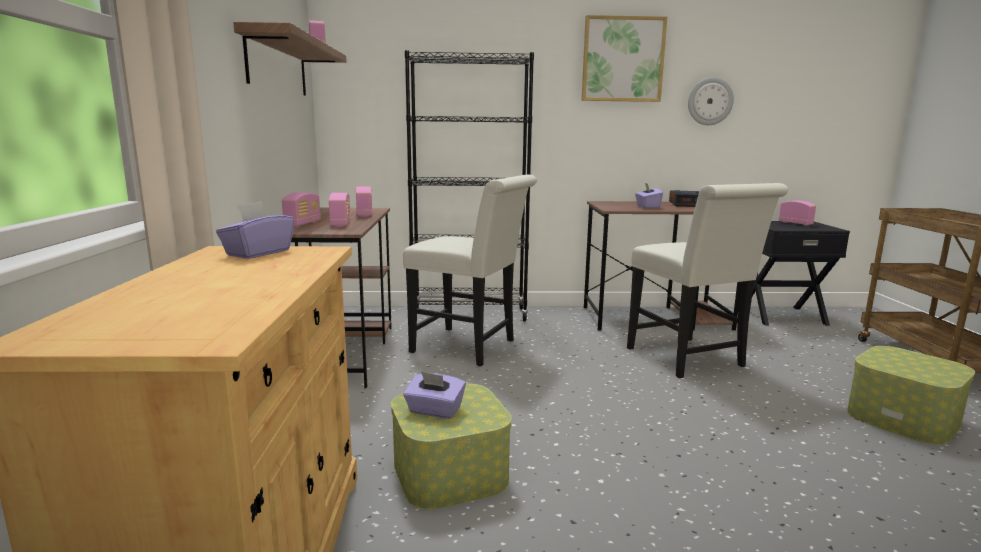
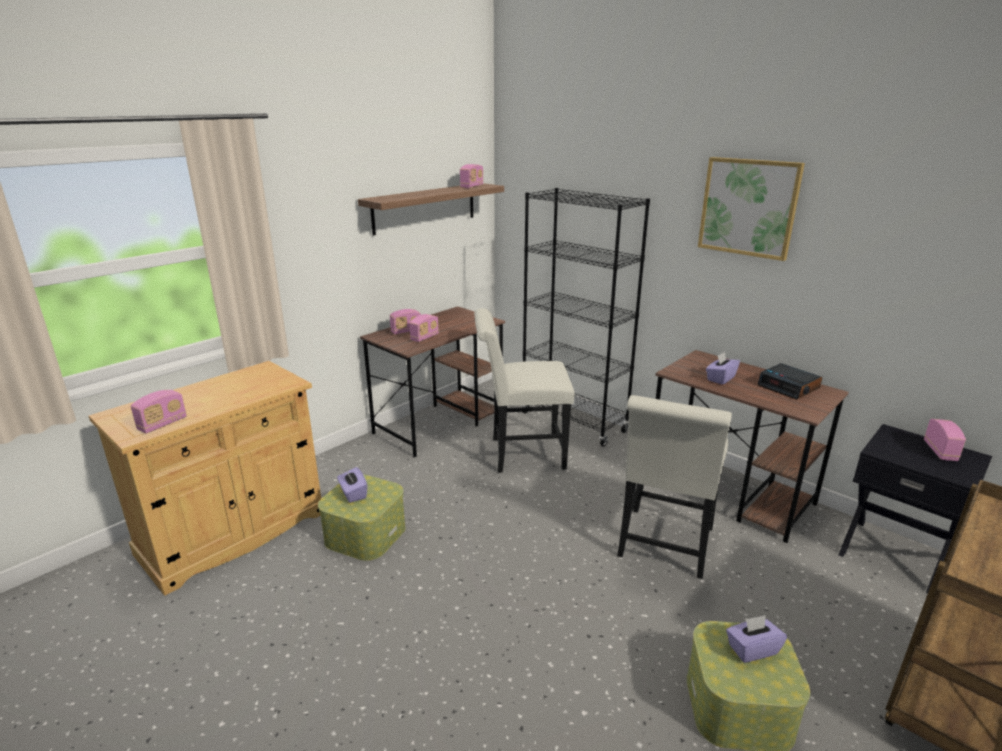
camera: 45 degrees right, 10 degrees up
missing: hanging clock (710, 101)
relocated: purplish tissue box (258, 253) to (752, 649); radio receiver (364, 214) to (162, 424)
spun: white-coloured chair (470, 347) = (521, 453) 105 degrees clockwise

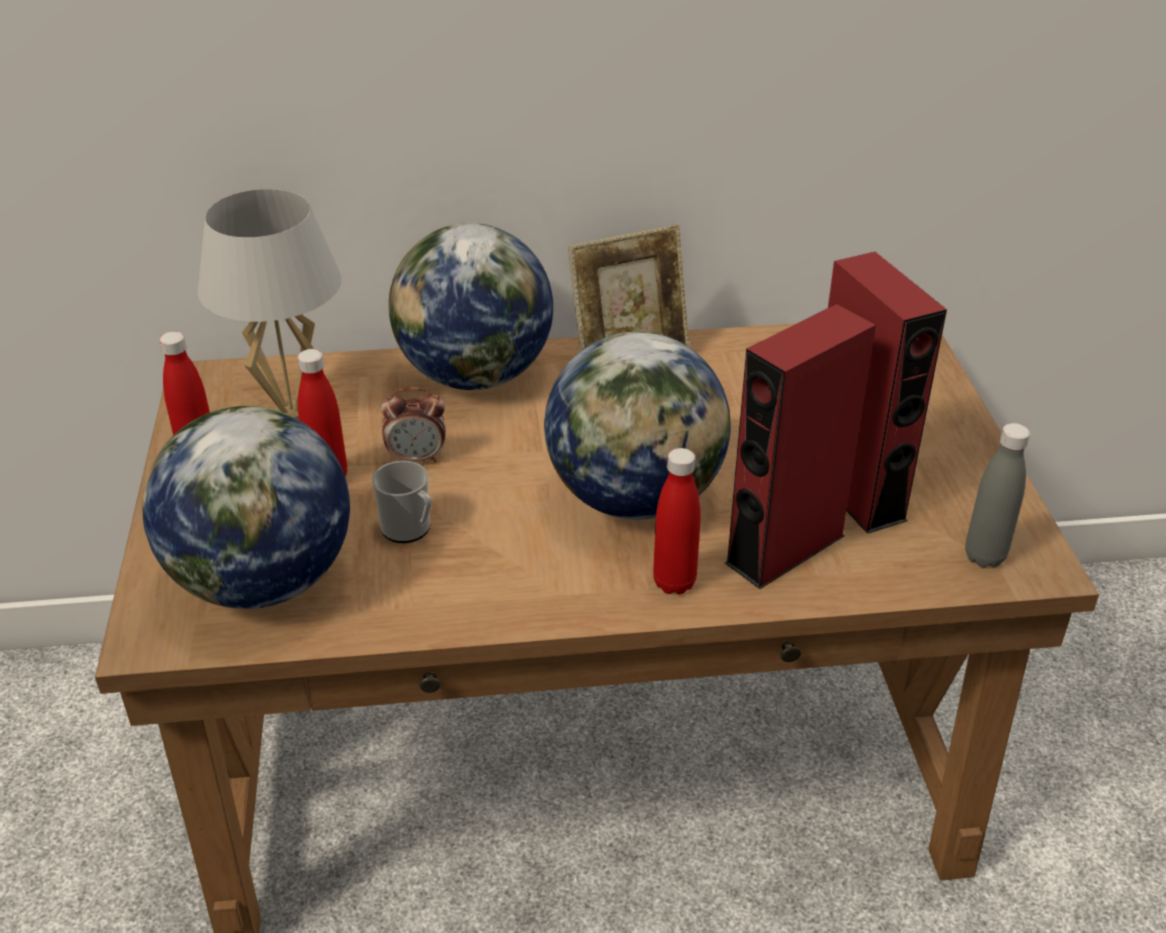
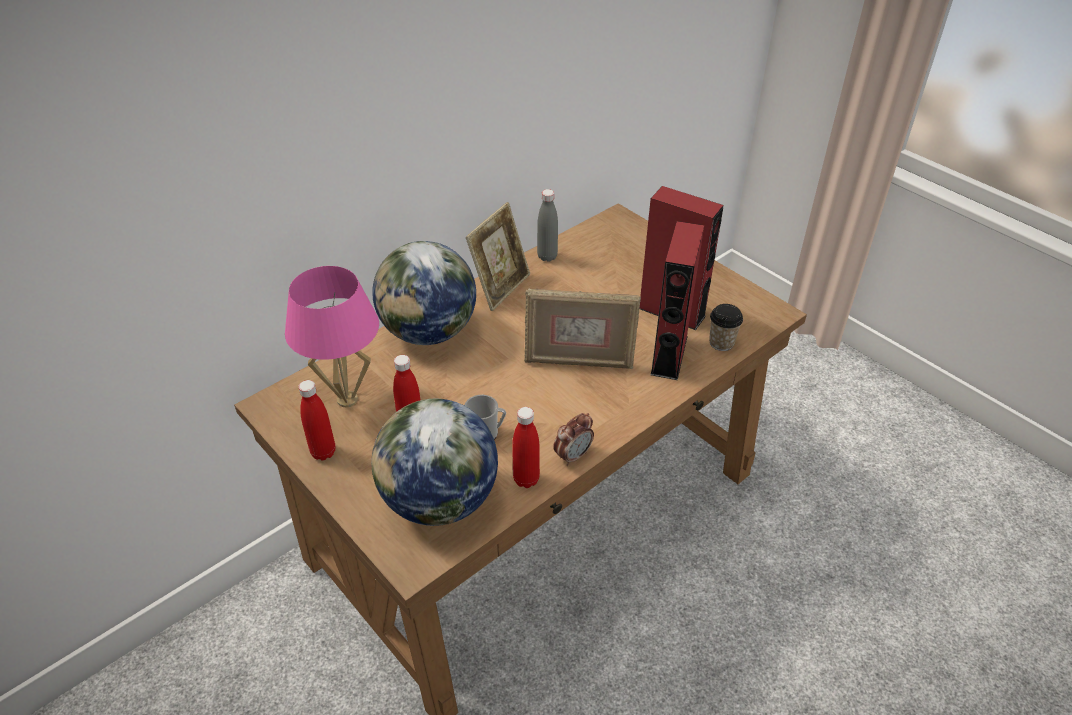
camera: 35 degrees left, 5 degrees up
appeared: drinking cup (721, 343)
relocated: bedside clock (417, 458) to (573, 456); red-coloured beverage bottle (674, 582) to (526, 479); gray beverage bottle (984, 556) to (547, 256)
exchanged: world globe (635, 498) to photo frame (578, 361)
colour: white-coloured lamp for a table (292, 411) to pinkish lamp for a table (347, 399)

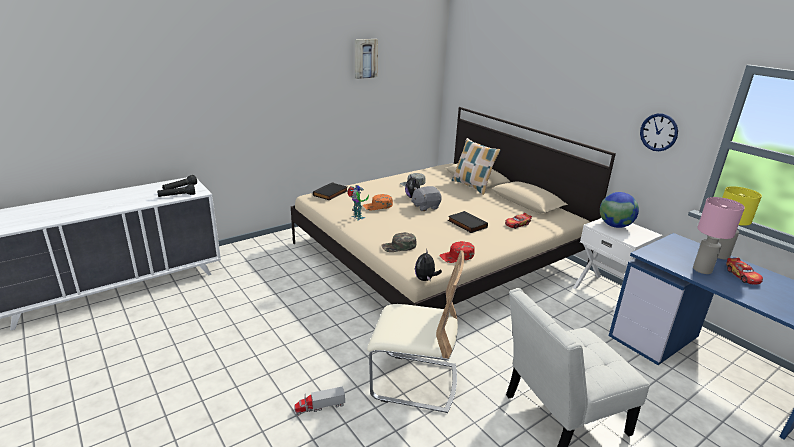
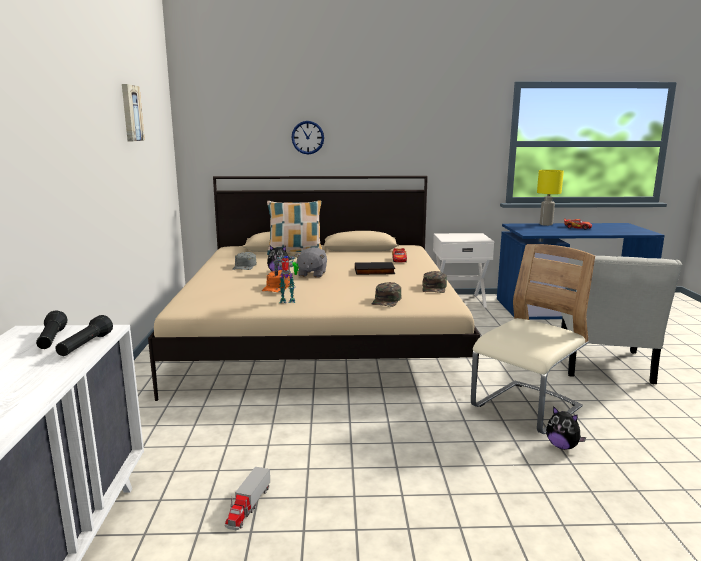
camera: 55 degrees left, 10 degrees down
missing: blackish book (331, 193); world globe (614, 226); pinkish lamp for a table (702, 270)
relocated: toy truck (319, 406) to (248, 506); plush toy (425, 279) to (562, 446); hanging clock (658, 132) to (307, 137)
colour: red-coloured cap (457, 256) to green cap (434, 288)

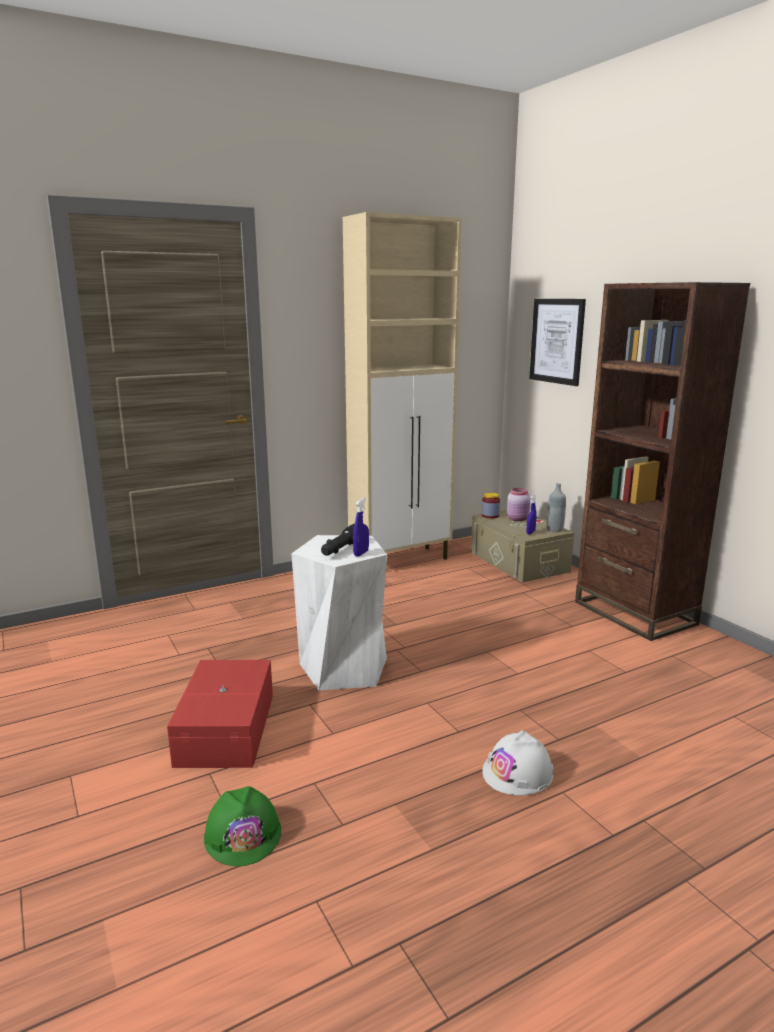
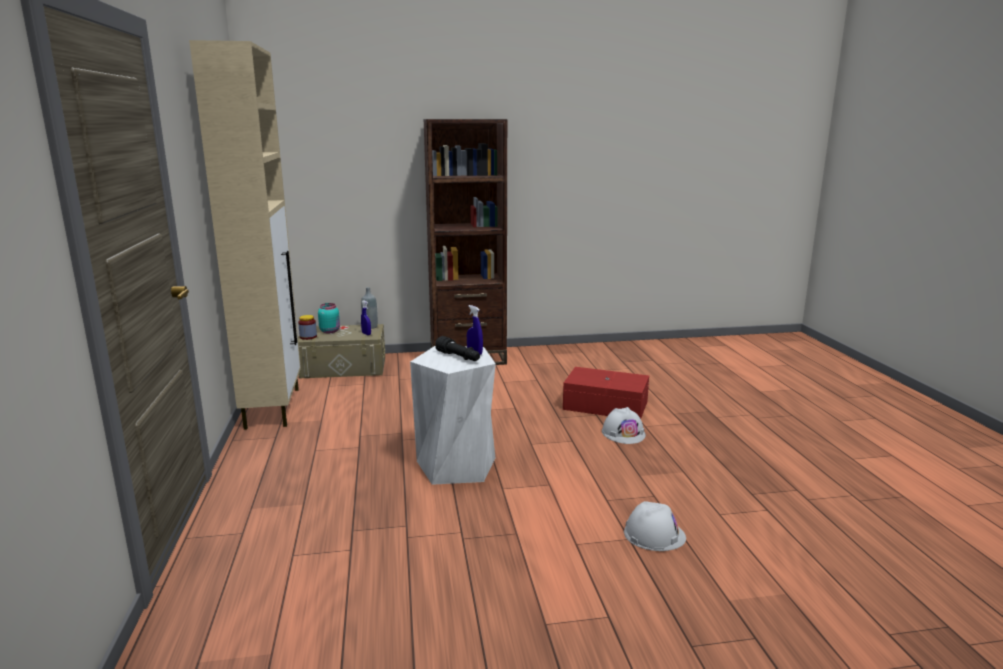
camera: 70 degrees left, 0 degrees up
missing: picture (557, 341)
relocated: red-coloured storage box (228, 728) to (605, 405)
colour: green hard hat (243, 834) to white-coloured hard hat (654, 534); pinkish storage jar (518, 519) to turquoise storage jar (330, 331)

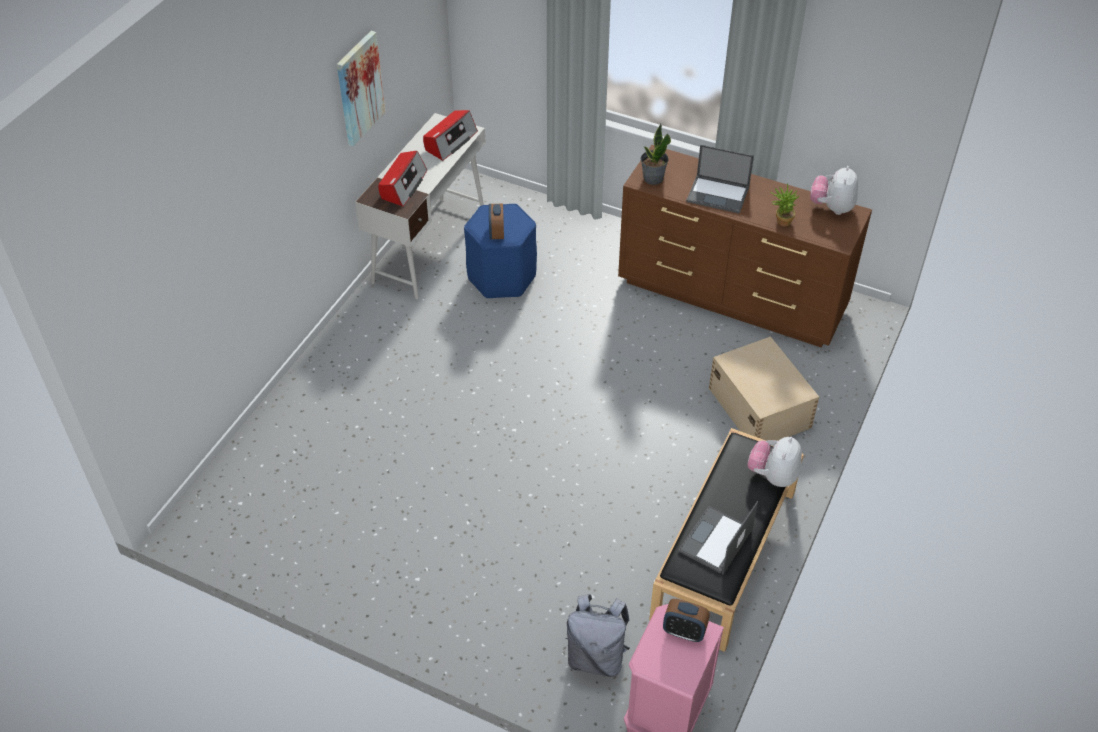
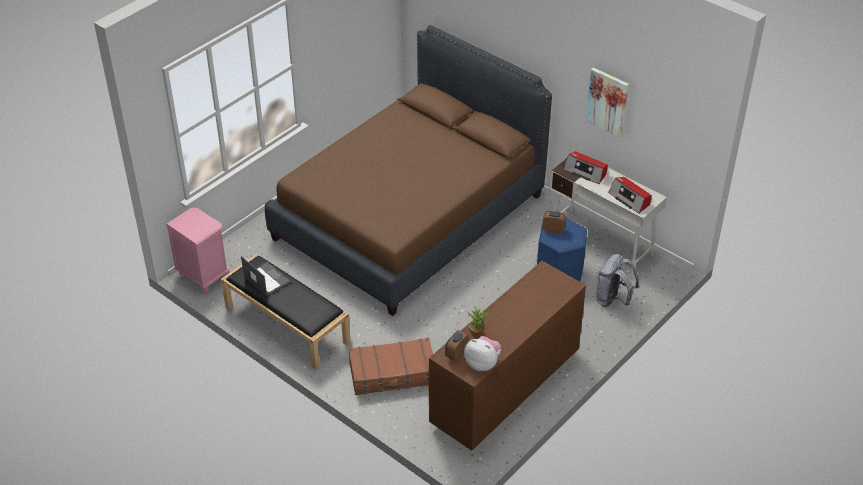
camera: 105 degrees right, 5 degrees down
missing: plant in a pot (653, 178); notebook computer (718, 194); plush toy (773, 476)
appeared: brown-coloured bed (409, 217)
relocated: gray rucksack (596, 657) to (613, 300); bedside clock (684, 631) to (456, 354)
exchanged: beige-coloured storage box (759, 406) to brown-coloured piece of luggage (393, 374)

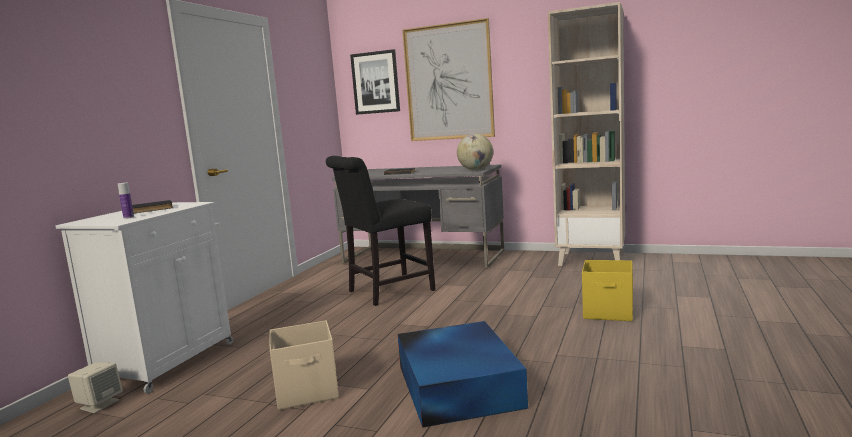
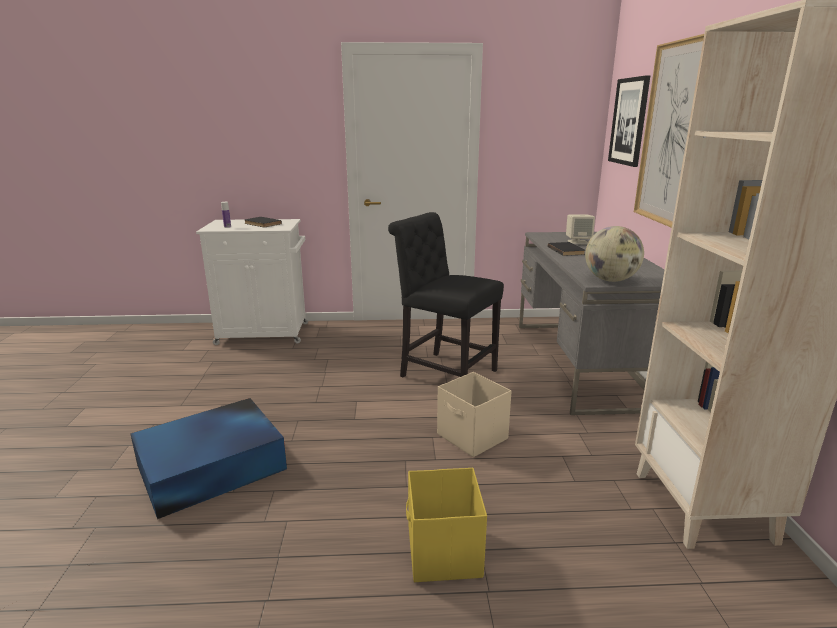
camera: 65 degrees right, 10 degrees up
relocated: beige-coloured audio speaker (99, 404) to (578, 242); beige-coloured storage box (308, 391) to (472, 437)

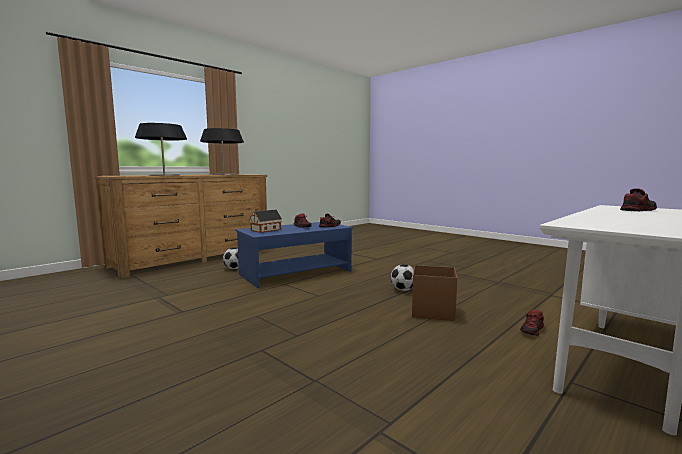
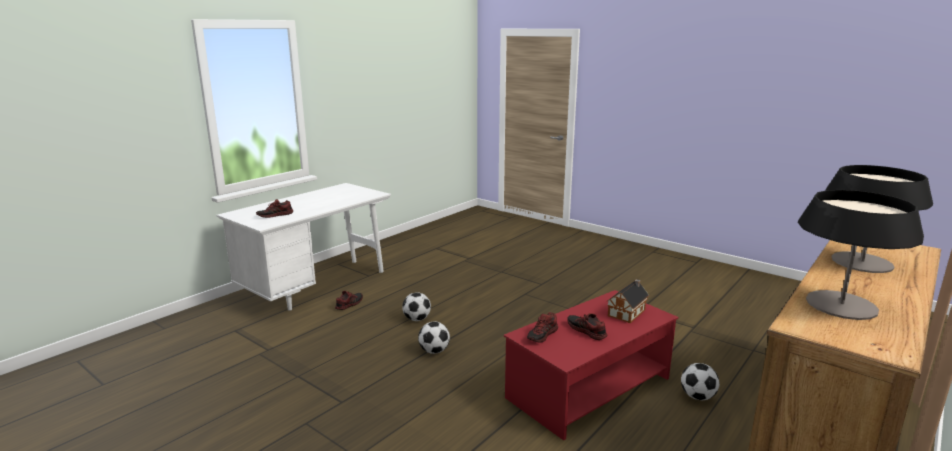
camera: 175 degrees right, 10 degrees up
exchanged: brown-coloured storage box (432, 312) to football ball (417, 319)
colour: blue-coloured low table (296, 272) to red-coloured low table (588, 388)

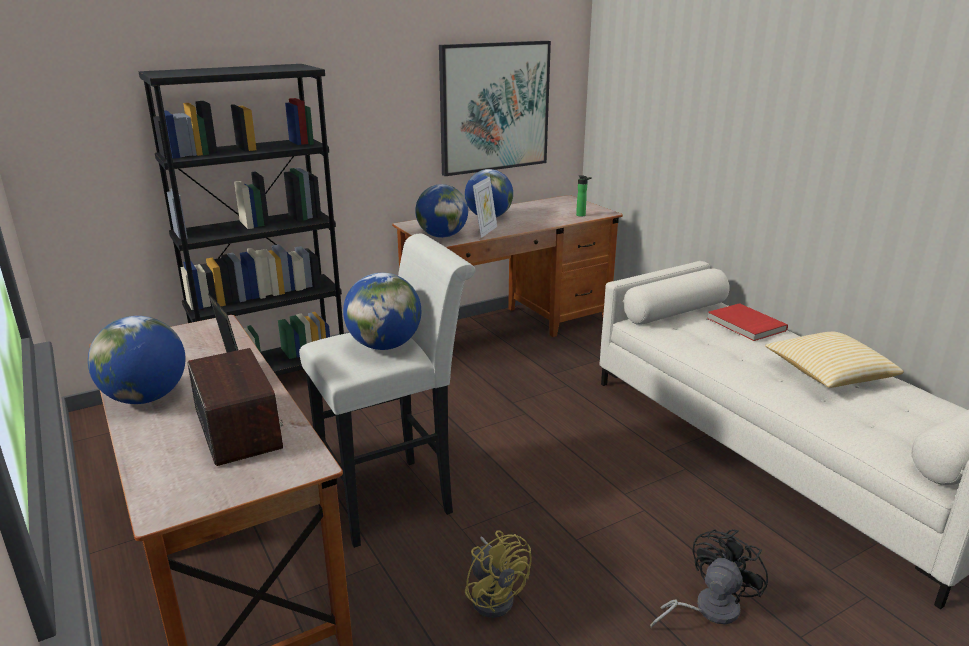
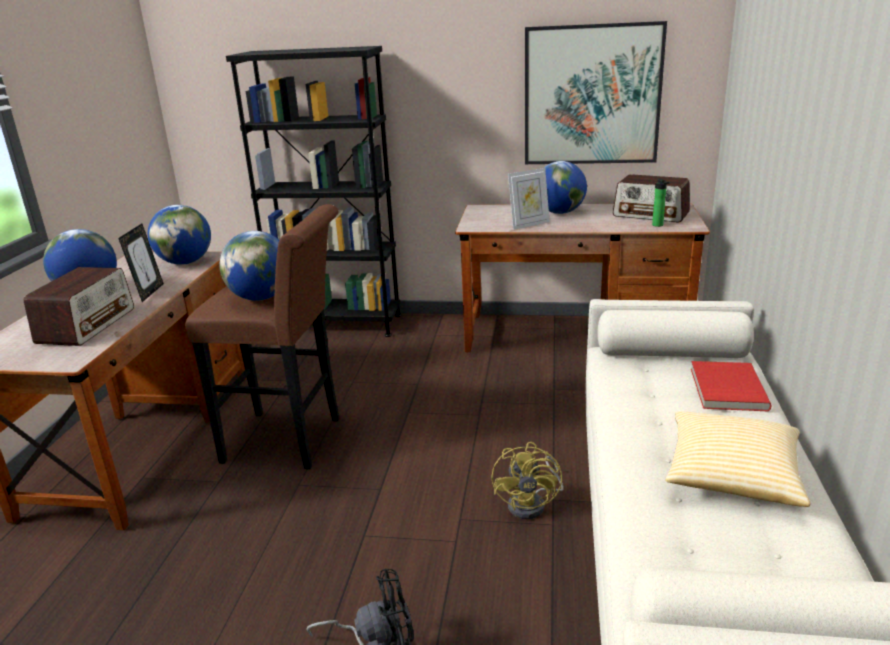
camera: 40 degrees right, 0 degrees up
appeared: radio receiver (651, 214)
relocated: world globe (442, 236) to (185, 262); yellowish electric fan (495, 595) to (532, 504)
colour: white-coloured stool seat (395, 497) to brown-coloured stool seat (291, 440)

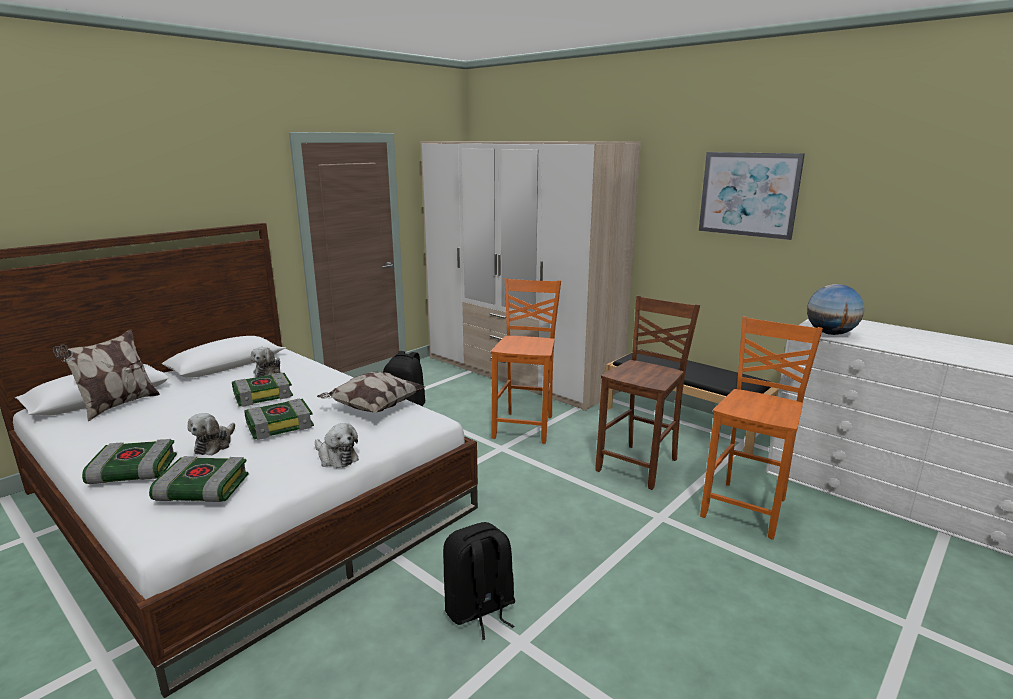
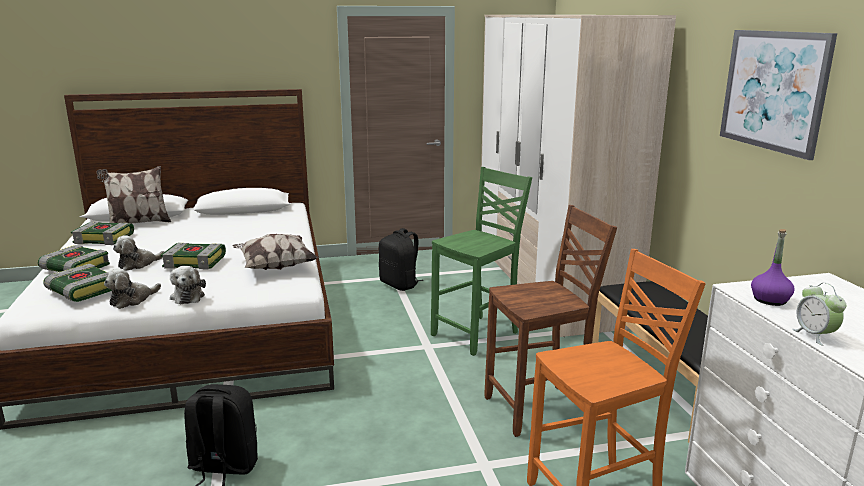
camera: 35 degrees right, 0 degrees up
appeared: bedside clock (814, 335)
relocated: book (263, 395) to (105, 239); plush toy (268, 372) to (132, 300)
exchanged: world globe (830, 333) to purplish beverage bottle (770, 300)
colour: orange-coloured chair (525, 427) to green chair (477, 334)

